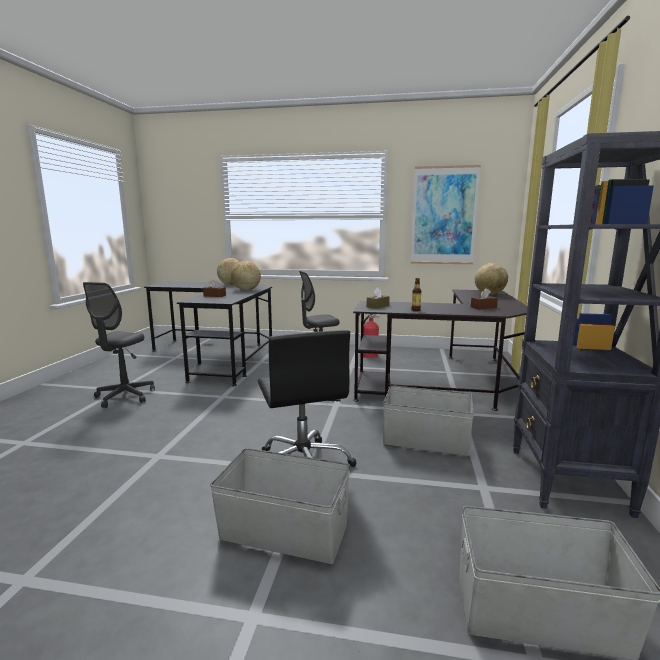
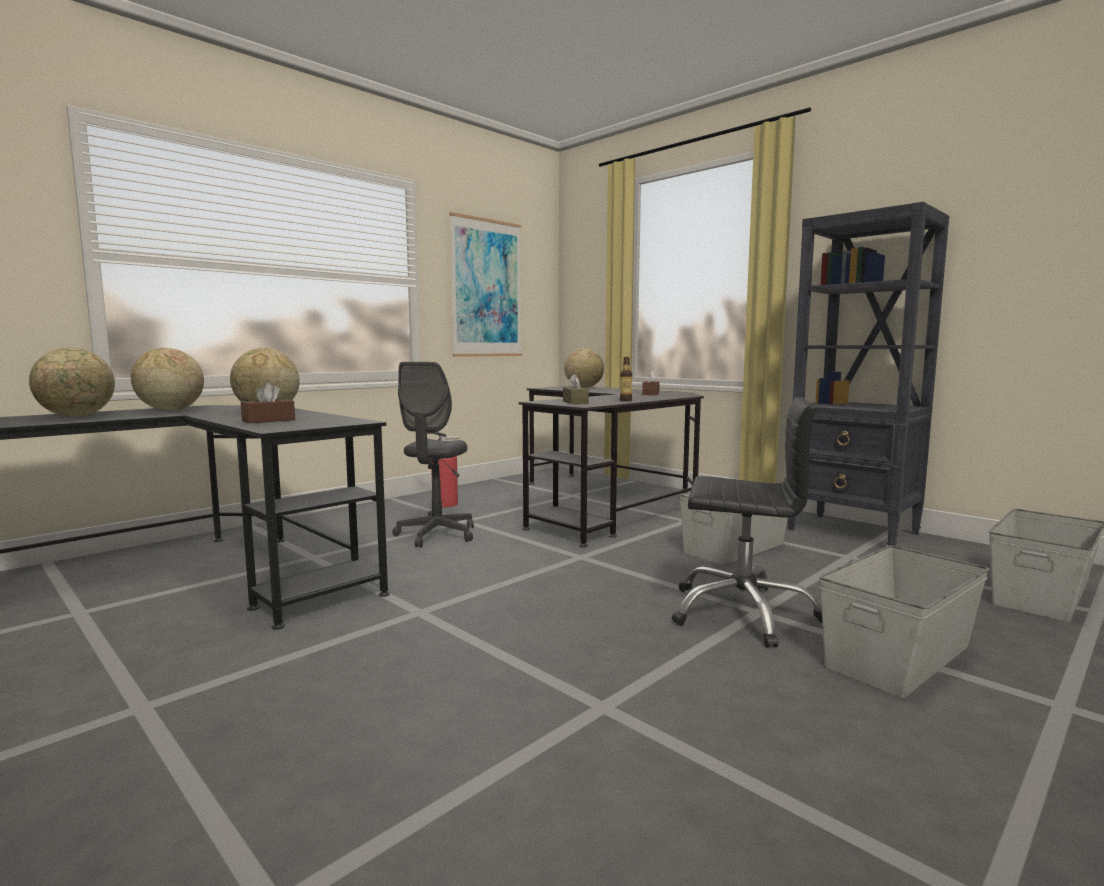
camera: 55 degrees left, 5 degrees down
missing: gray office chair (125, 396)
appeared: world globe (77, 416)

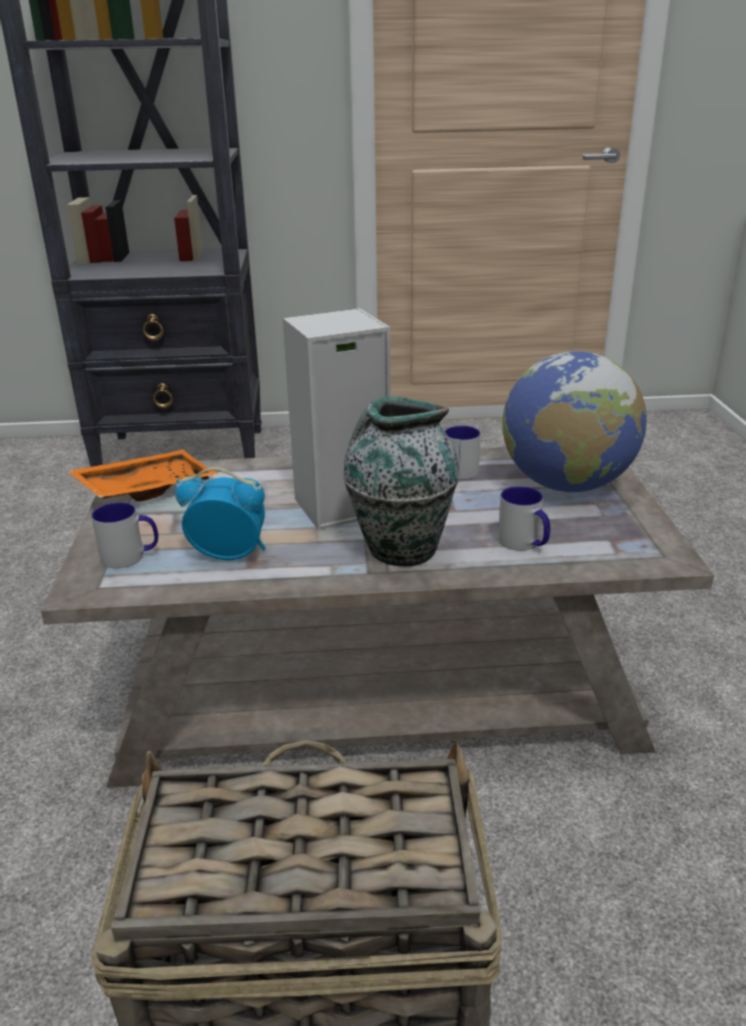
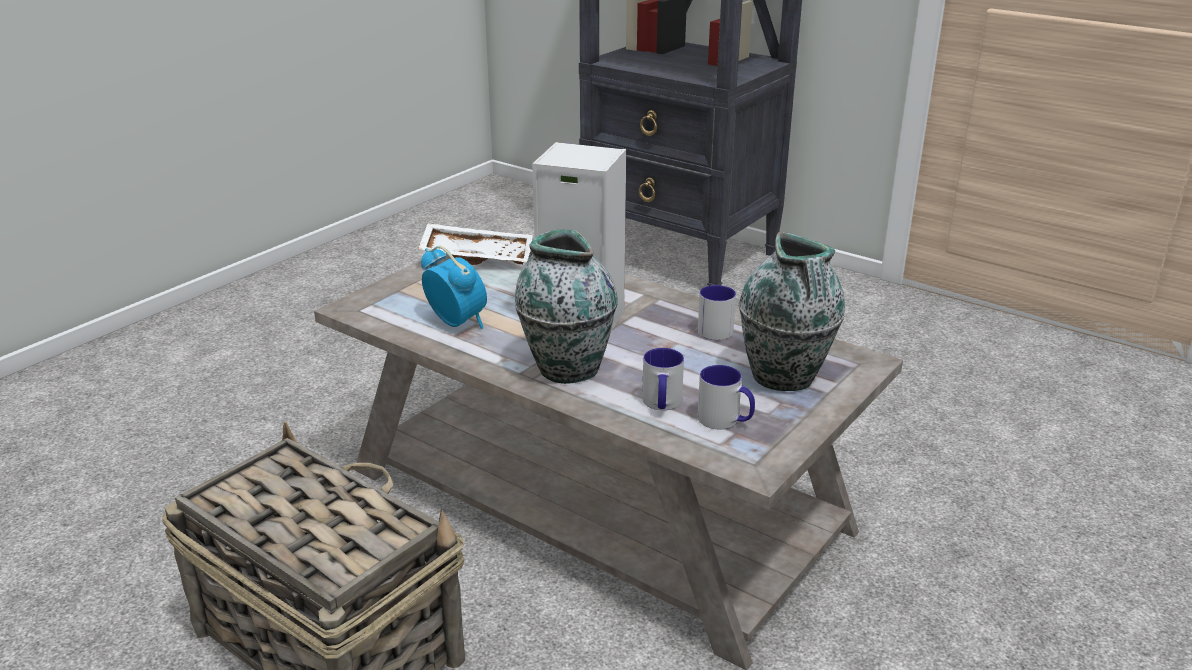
camera: 40 degrees right, 0 degrees up
relocated: coffee mug (131, 556) to (725, 421)
exchanged: world globe (566, 485) to vase (784, 377)
colour: orange-coloured carrying tray (146, 489) to white-coloured carrying tray (478, 256)

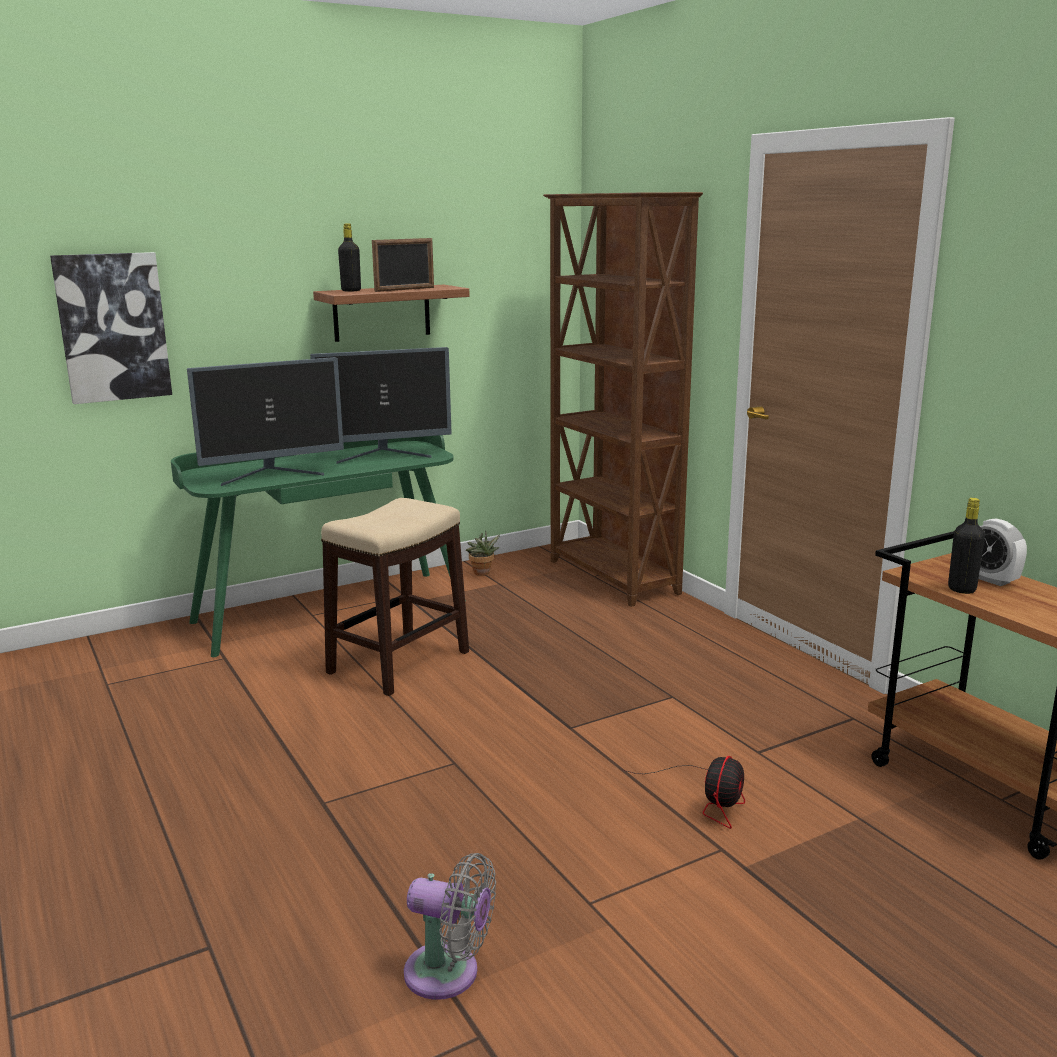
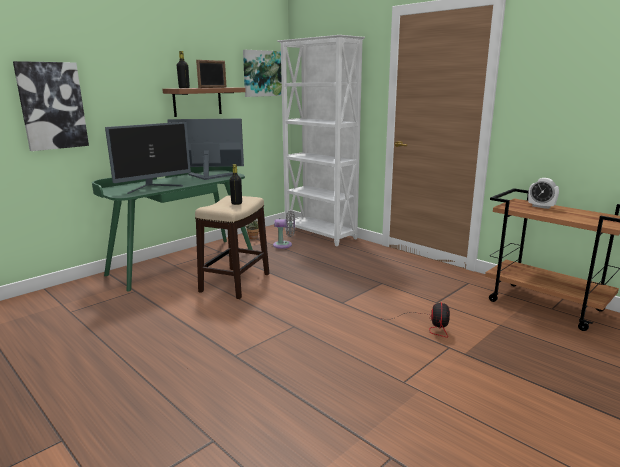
camera: 15 degrees left, 0 degrees up
appeared: picture (263, 73)
relocated: gray electric fan (449, 974) to (284, 245); blackish beverage bottle (961, 589) to (236, 203)
colour: brown-coloured bookshelf (612, 578) to white-coloured bookshelf (320, 234)
spun: monitor (385, 456) = (208, 176) 150 degrees counterclockwise

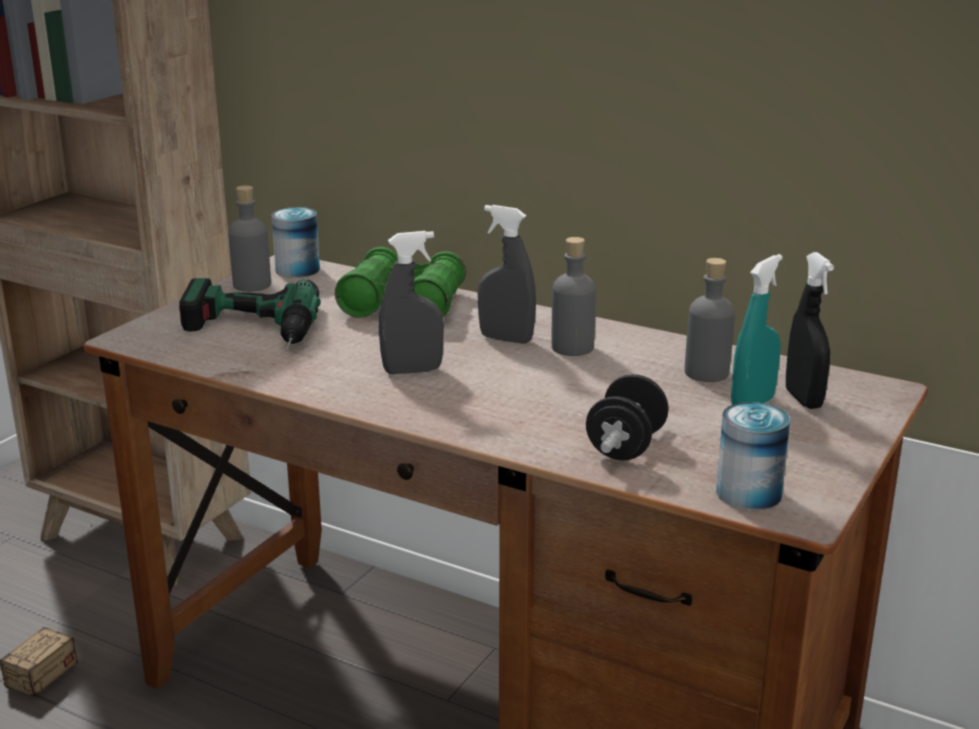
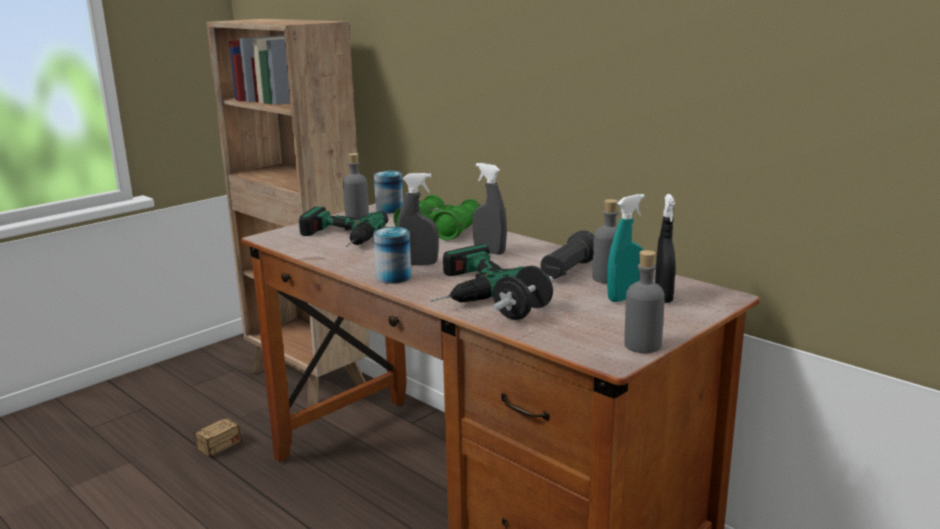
camera: 15 degrees right, 5 degrees down
appeared: drill (463, 288); blackish torch (568, 271)
relocated: gray beverage bottle (572, 347) to (642, 345); metal can (748, 493) to (393, 277)

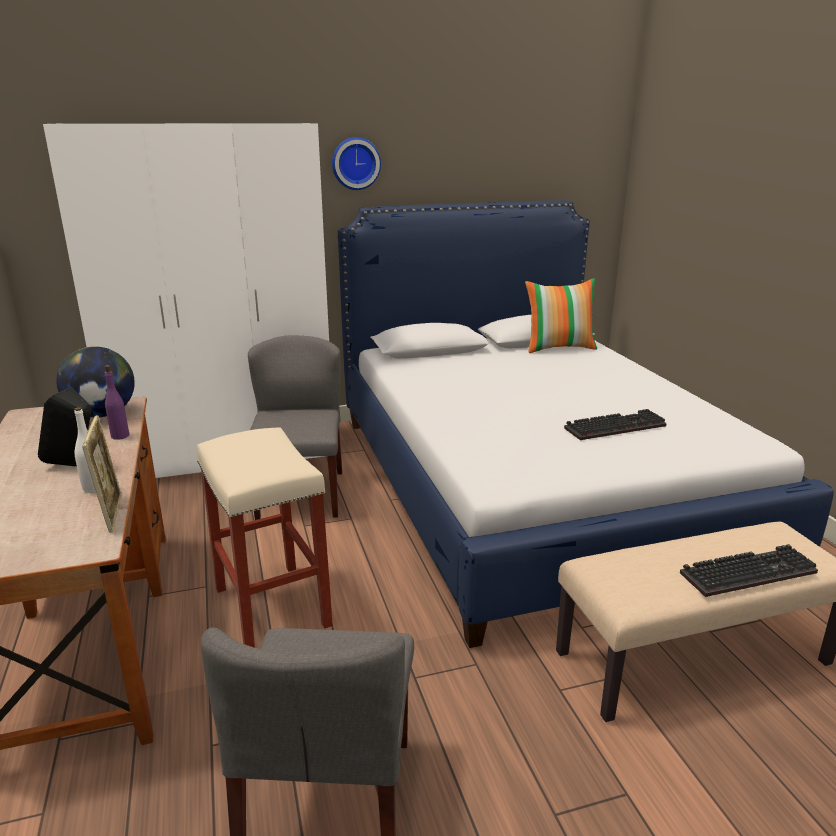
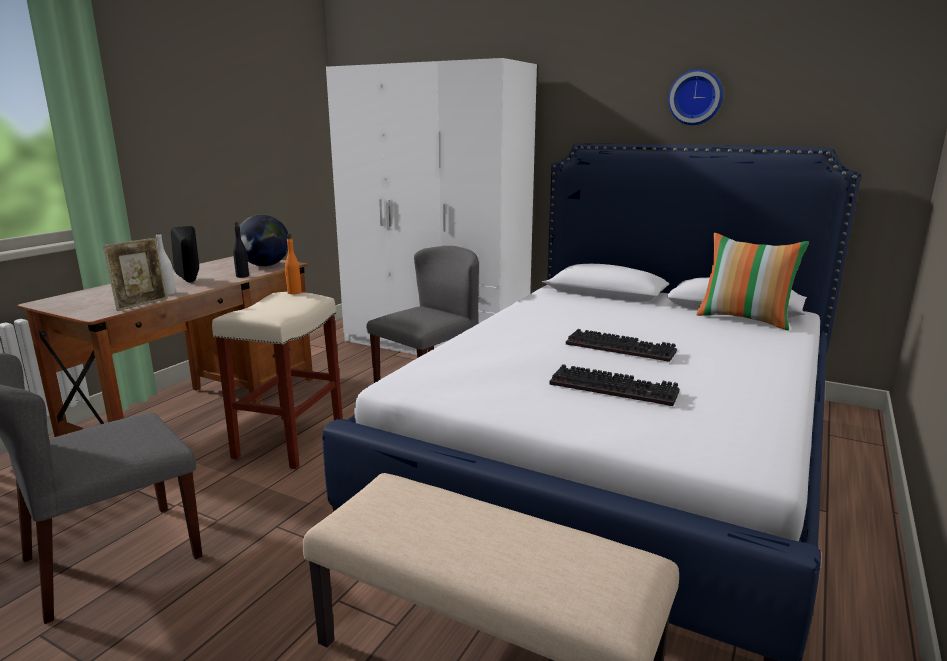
camera: 45 degrees right, 5 degrees down
appeared: orange-coloured beverage bottle (294, 292)
relocated: hanging clock (355, 163) to (696, 97); keyboard (748, 571) to (622, 348)
colour: purplish beverage bottle (120, 436) to blackish beverage bottle (242, 276)

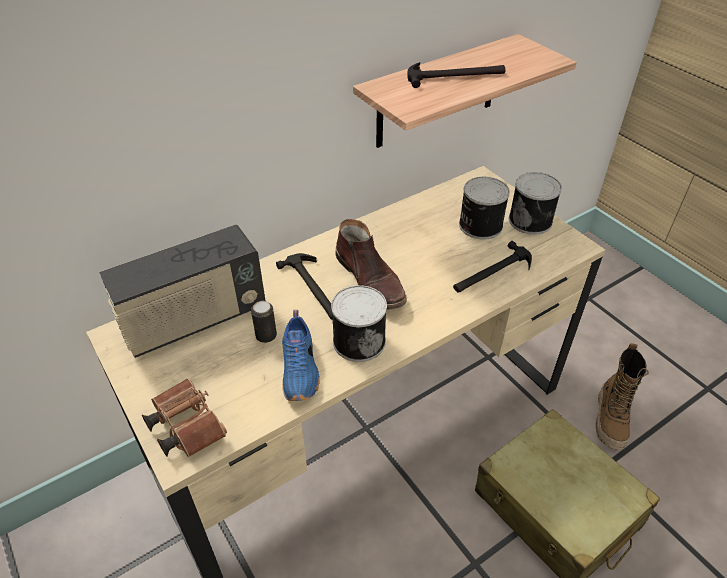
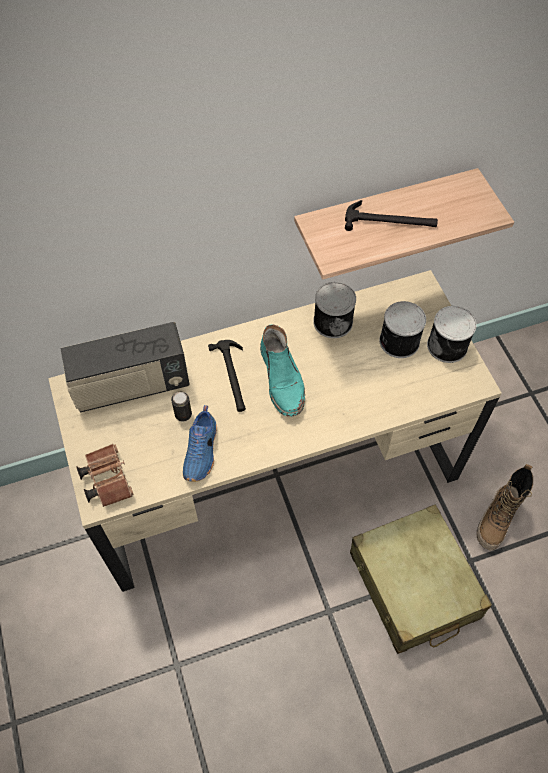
camera: 15 degrees right, 15 degrees up
missing: hand hammer (492, 273)
relocated: metal can (358, 340) to (333, 321)
colour: brown-coloured high-top boot (371, 280) to turquoise high-top boot (282, 379)

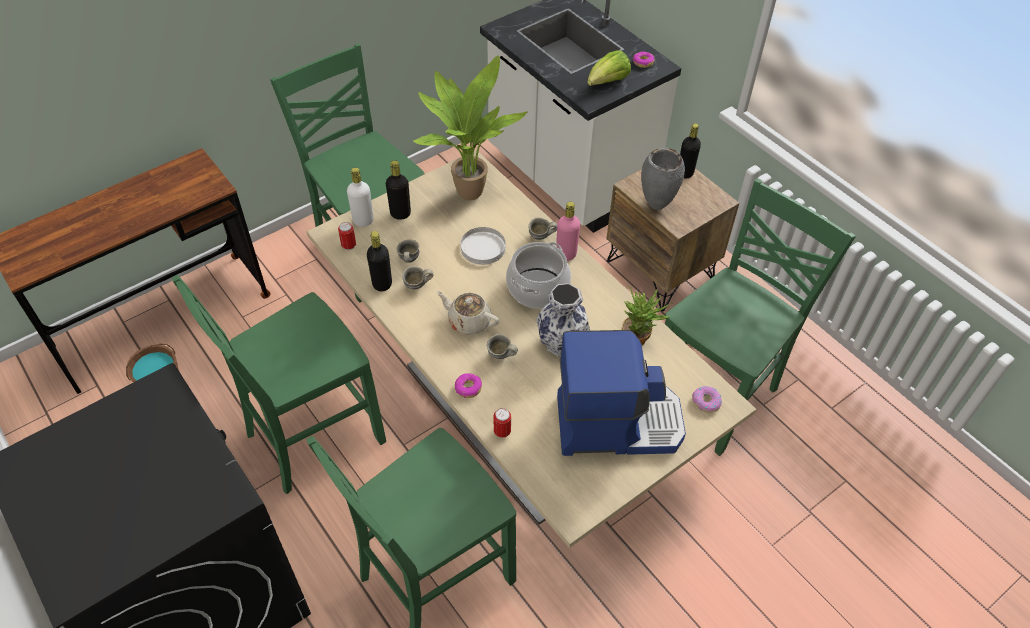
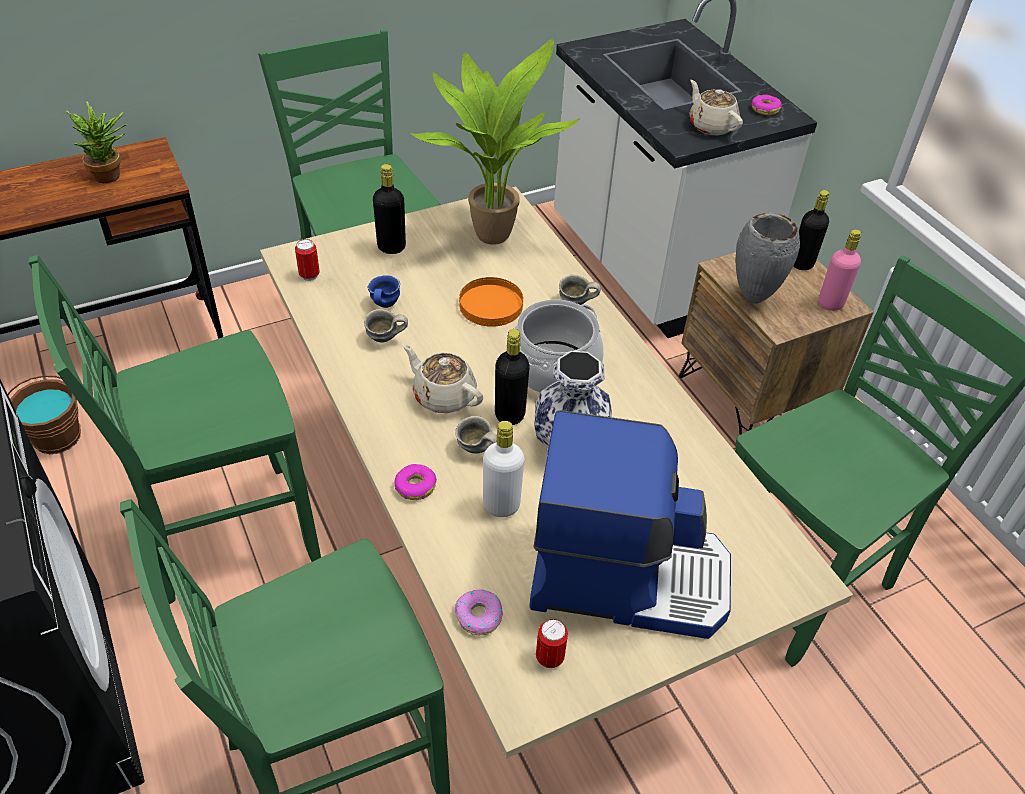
camera: 10 degrees right, 5 degrees down
relocated: white-coloured beverage bottle (363, 221) to (501, 505); blackish beverage bottle (382, 284) to (509, 414); metal can (502, 432) to (549, 658); pinkish beverage bottle (566, 254) to (830, 303); plant in a pot (639, 339) to (112, 177); doughnut (706, 402) to (478, 616)
exchanged: head of lettuce (607, 82) to beige-coloured pot for tea (711, 125)
colour: gray coffee mug (408, 260) to blue-coloured coffee mug (383, 305); white-coloured flat dish (482, 248) to orange-coloured flat dish (490, 305)

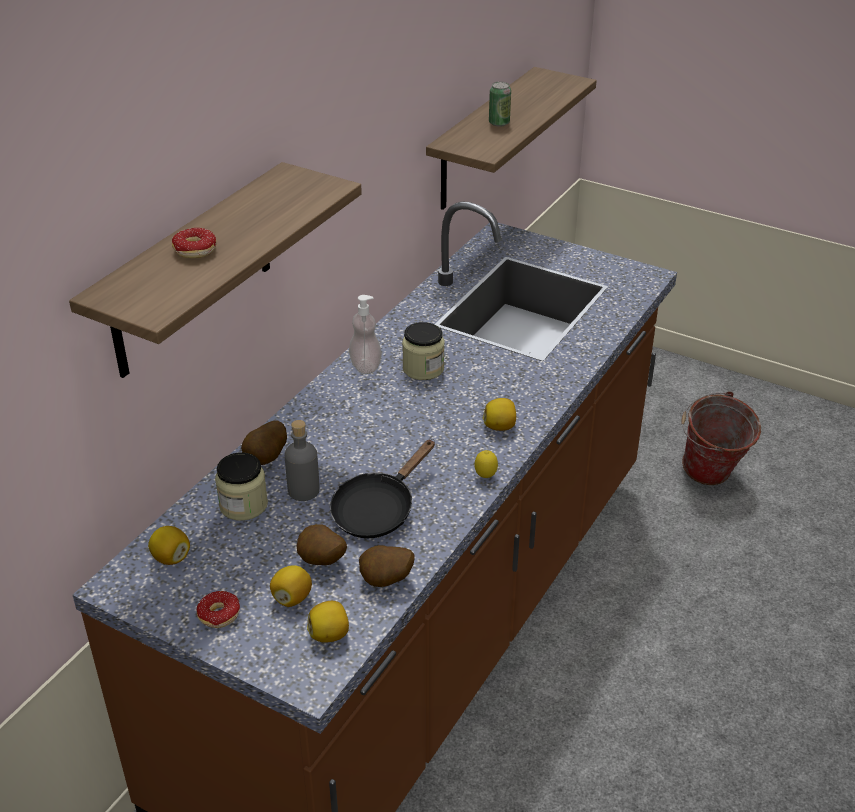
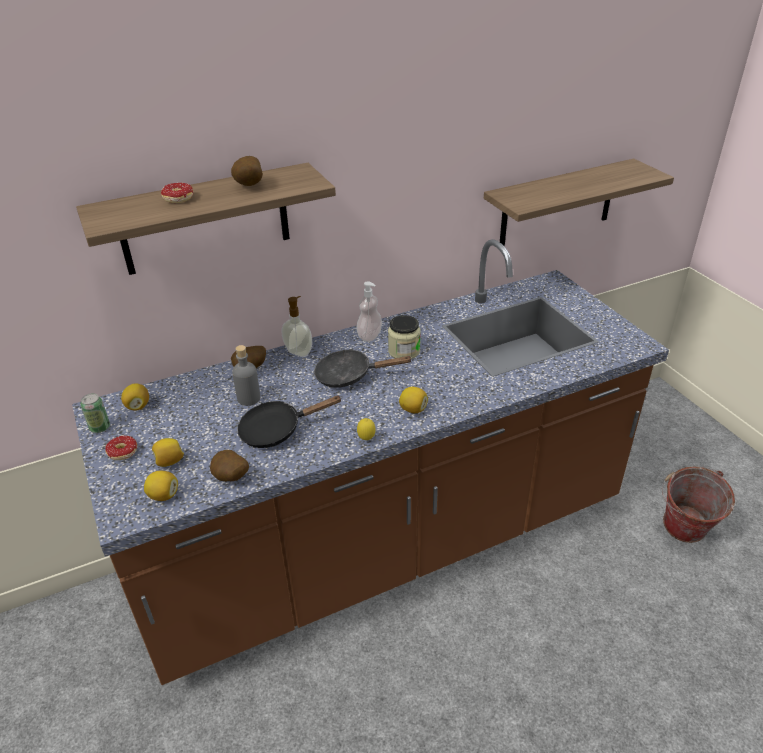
camera: 35 degrees right, 0 degrees up
missing: storage jar (243, 505)
appeared: soap dispenser (299, 352); blackish pan (349, 375)
relocated: whole potato (321, 562) to (248, 186); metal can (499, 123) to (100, 427)

